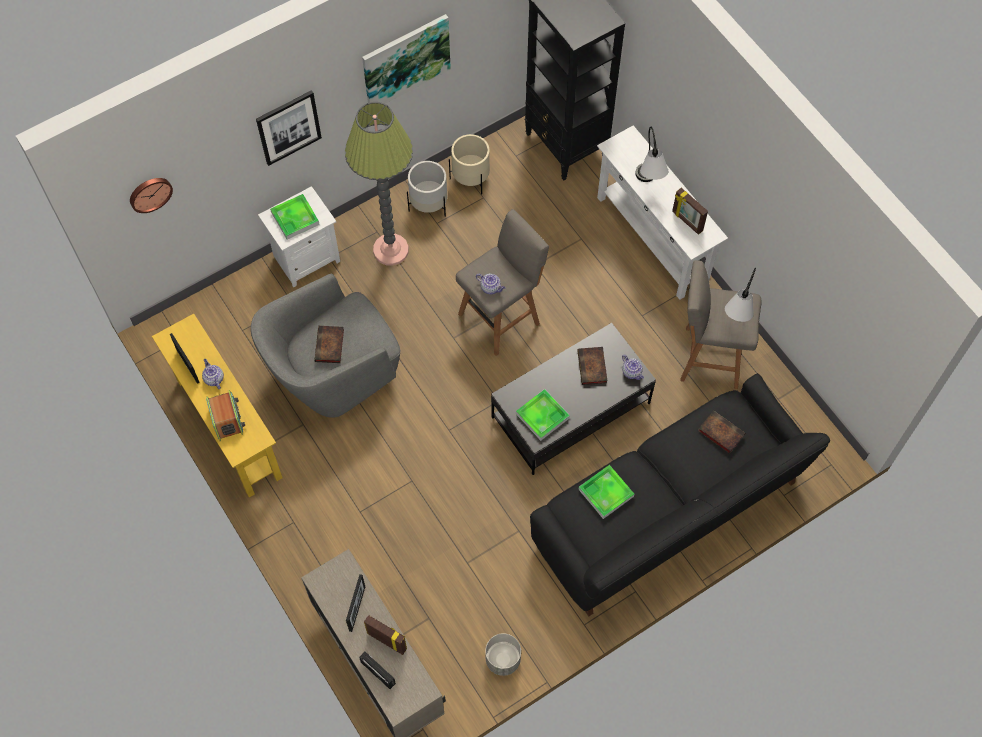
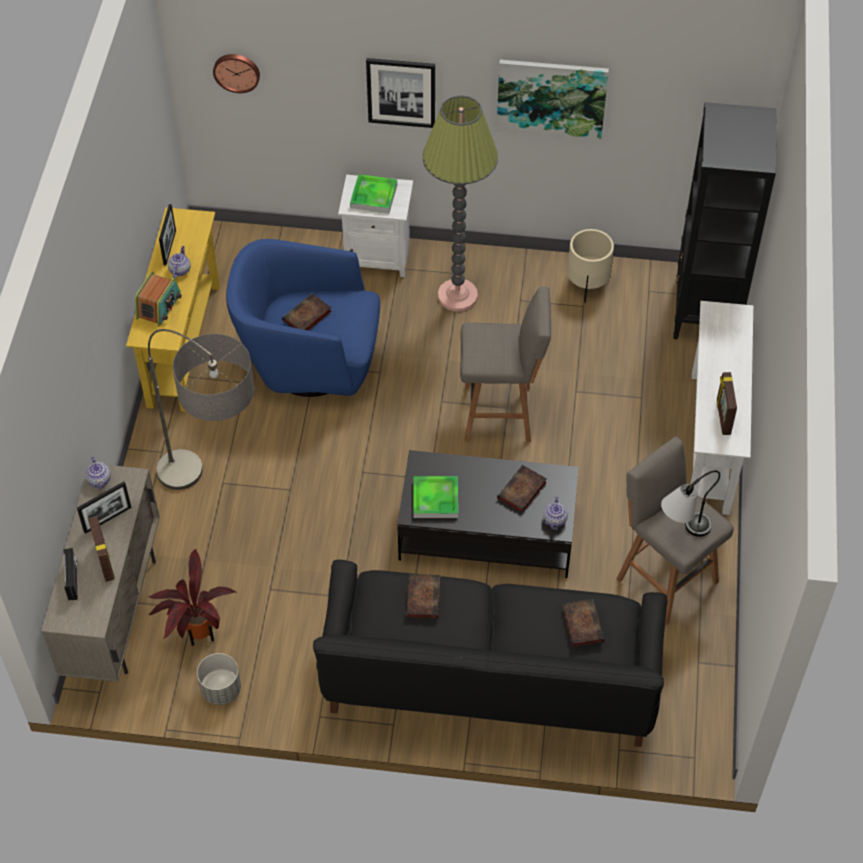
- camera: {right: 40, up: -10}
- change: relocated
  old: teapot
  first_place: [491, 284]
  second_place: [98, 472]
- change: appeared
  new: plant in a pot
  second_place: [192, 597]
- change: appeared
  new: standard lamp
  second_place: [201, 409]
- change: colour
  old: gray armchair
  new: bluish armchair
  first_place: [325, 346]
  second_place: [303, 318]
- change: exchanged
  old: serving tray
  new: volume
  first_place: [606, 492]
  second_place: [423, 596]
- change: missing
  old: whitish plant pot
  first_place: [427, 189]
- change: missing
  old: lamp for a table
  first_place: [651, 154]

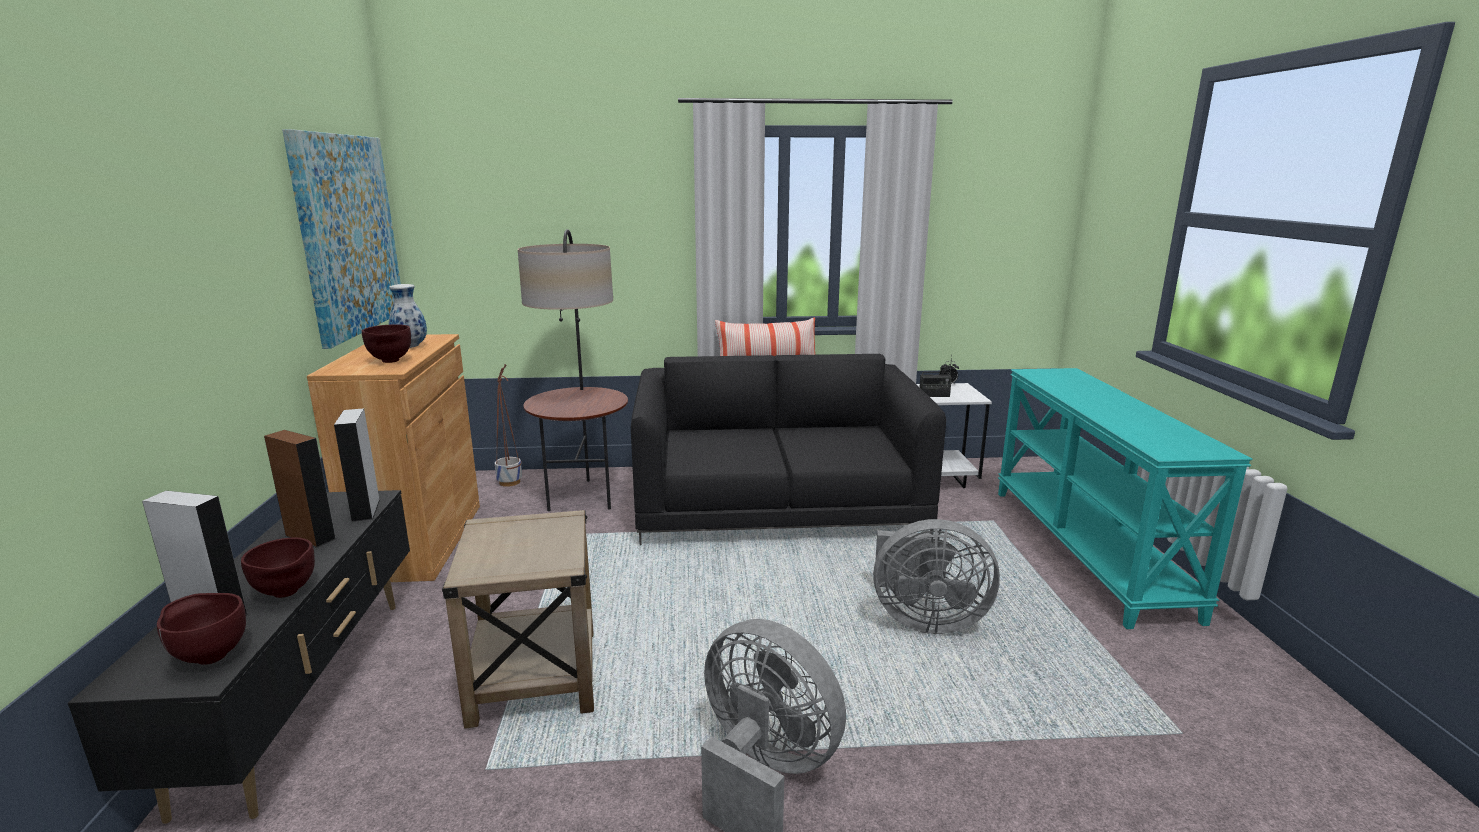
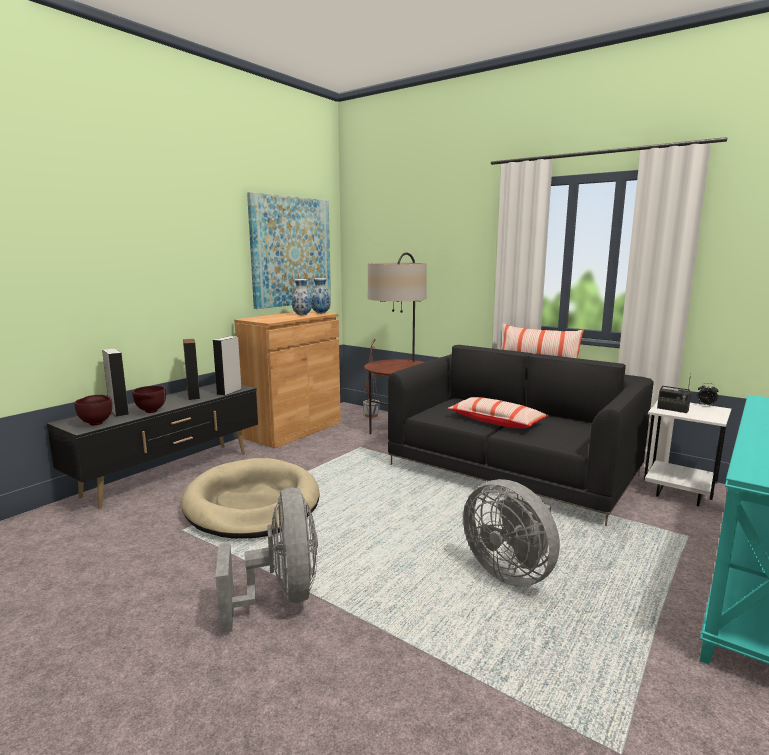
- camera: {right: 40, up: -5}
- change: exchanged
  old: sand-coloured end table
  new: sand-coloured pet bed
  first_place: [518, 619]
  second_place: [251, 498]
- change: appeared
  new: flower vase
  second_place: [321, 296]
- change: appeared
  new: cushion
  second_place: [498, 412]
- change: missing
  old: brown deep dish
  first_place: [386, 343]

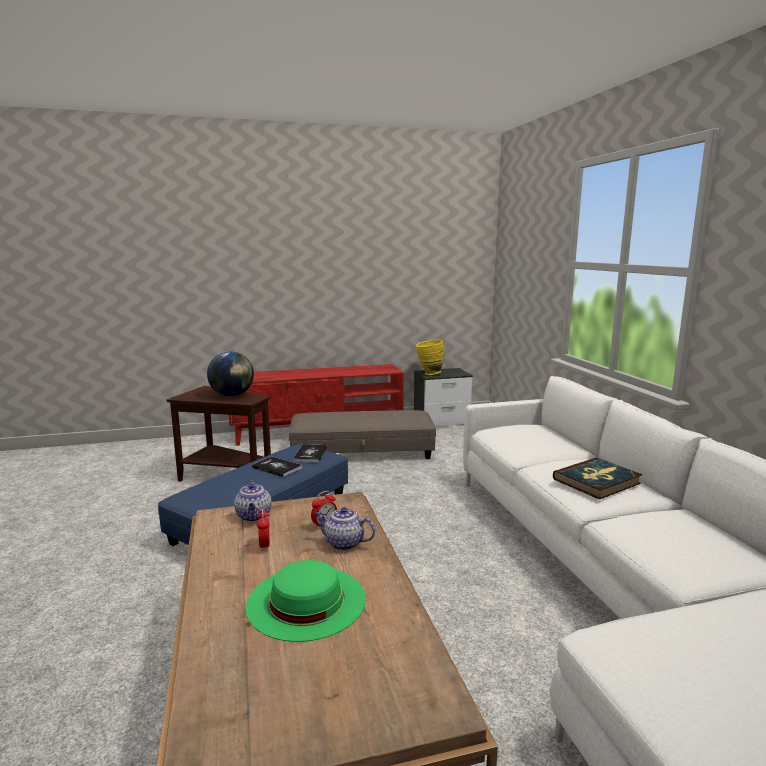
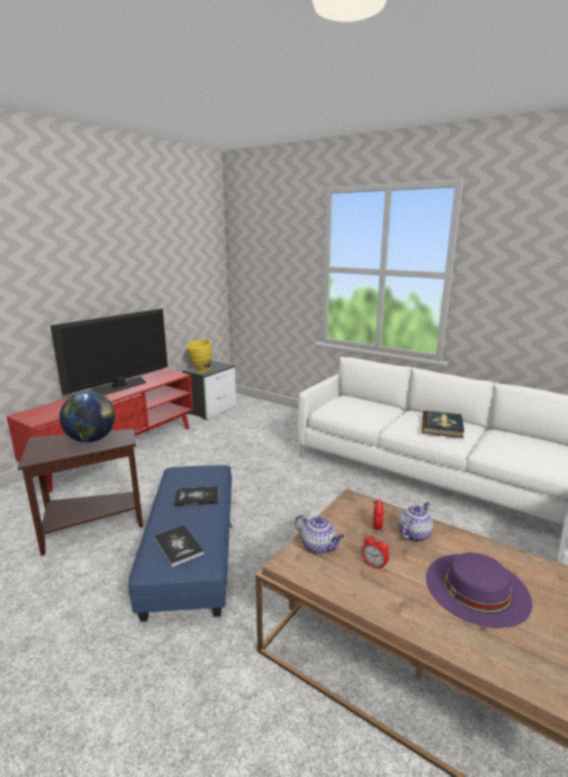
- camera: {right: -40, up: 5}
- change: appeared
  new: television
  second_place: [109, 352]
- change: relocated
  old: volume
  first_place: [310, 453]
  second_place: [179, 546]
- change: spun
  old: teapot
  first_place: [344, 529]
  second_place: [415, 522]
  degrees: 150
- change: colour
  old: green-coloured wearable hat
  new: purple wearable hat
  first_place: [306, 601]
  second_place: [479, 590]
- change: missing
  old: gray pouffe
  first_place: [362, 434]

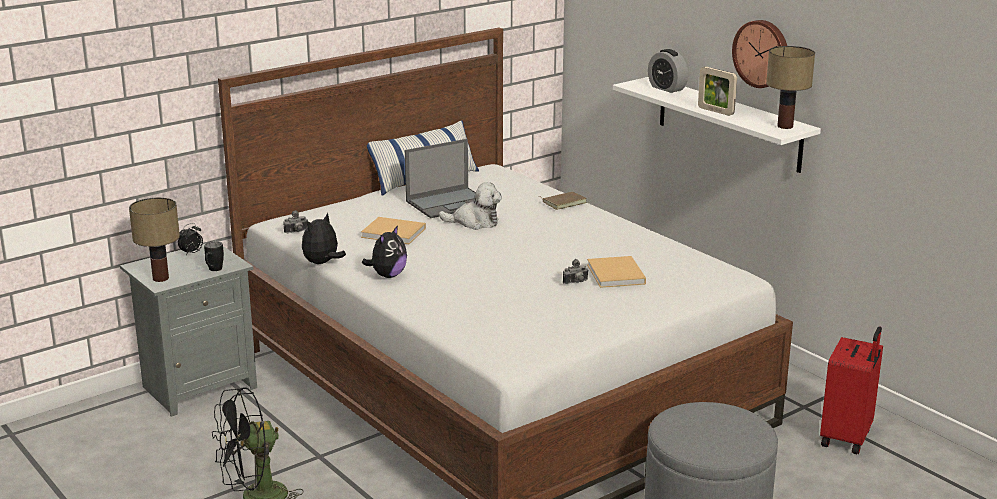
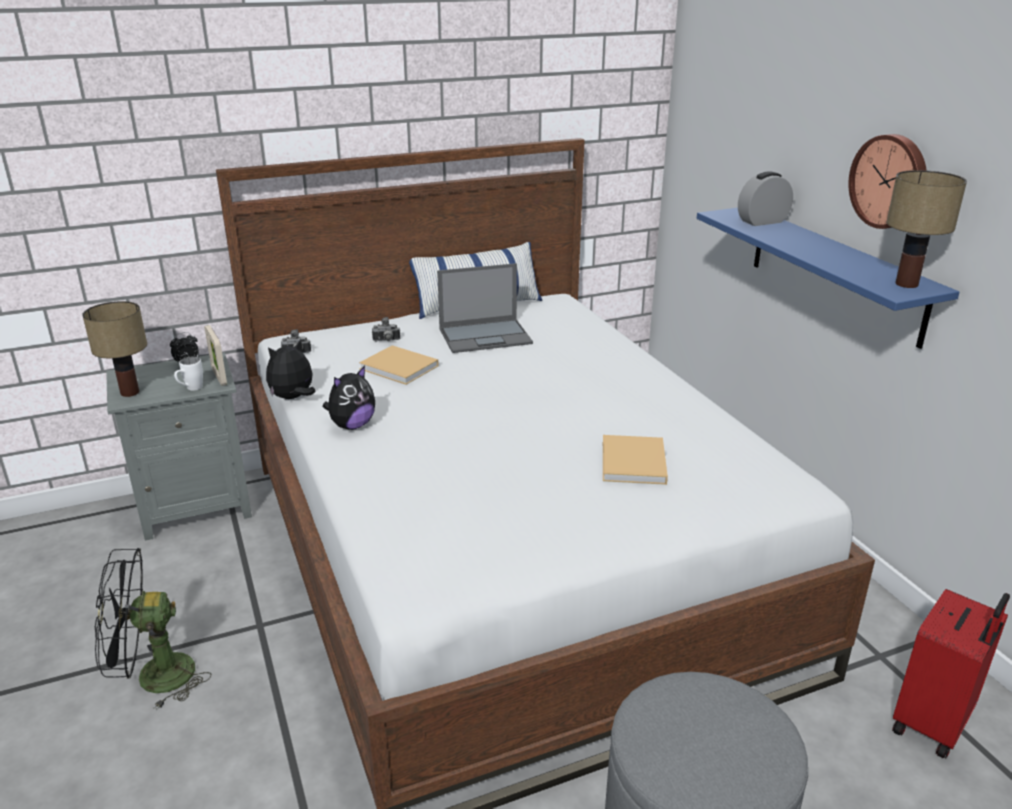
- camera: {right: 15, up: 5}
- change: colour
  old: black-coloured tea mug
  new: whitish tea mug
  first_place: [214, 256]
  second_place: [188, 373]
- change: relocated
  old: photo frame
  first_place: [717, 91]
  second_place: [215, 355]
- change: relocated
  old: still camera
  first_place: [576, 271]
  second_place: [386, 329]
- change: colour
  old: whitish wall shelf
  new: bluish wall shelf
  first_place: [717, 125]
  second_place: [828, 278]
- change: spun
  old: bedside clock
  first_place: [668, 71]
  second_place: [765, 198]
  degrees: 90
- change: missing
  old: plush toy
  first_place: [470, 206]
- change: missing
  old: brown volume
  first_place: [563, 201]

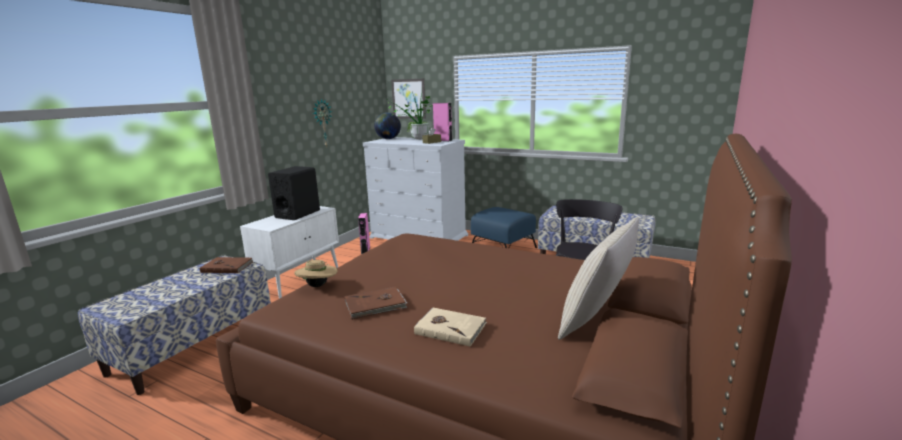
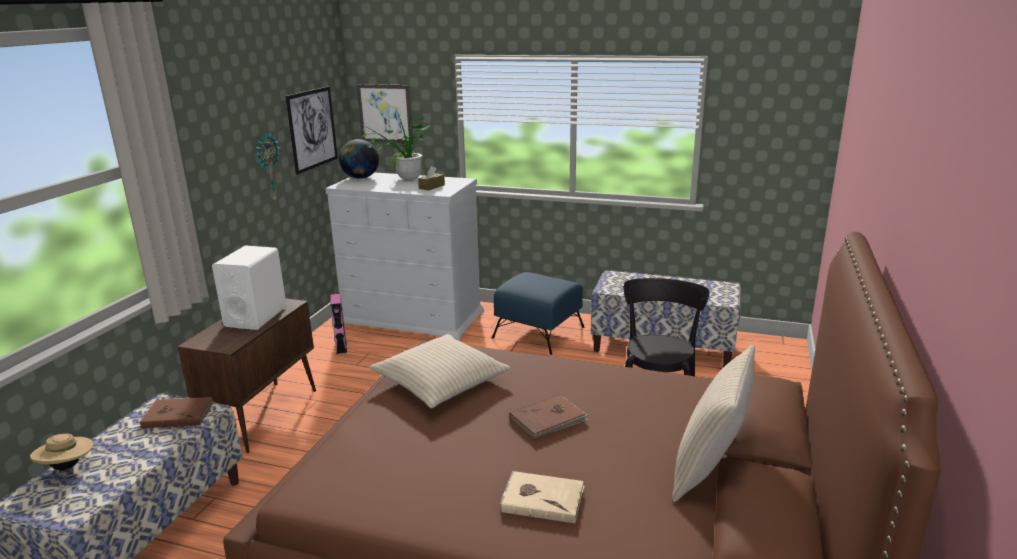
- camera: {right: -10, up: 5}
- change: relocated
  old: sand-coloured wearable hat
  first_place: [316, 273]
  second_place: [61, 451]
- change: colour
  old: whitish cabinet
  new: brown cabinet
  first_place: [289, 252]
  second_place: [246, 375]
- change: colour
  old: black-coloured loudspeaker
  new: whitish loudspeaker
  first_place: [294, 193]
  second_place: [249, 287]
- change: appeared
  new: wall art
  second_place: [311, 130]
- change: appeared
  new: sand-coloured cushion
  second_place: [440, 371]
- change: relocated
  old: brown volume
  first_place: [376, 303]
  second_place: [548, 417]
- change: missing
  old: pinkish loudspeaker
  first_place: [443, 122]

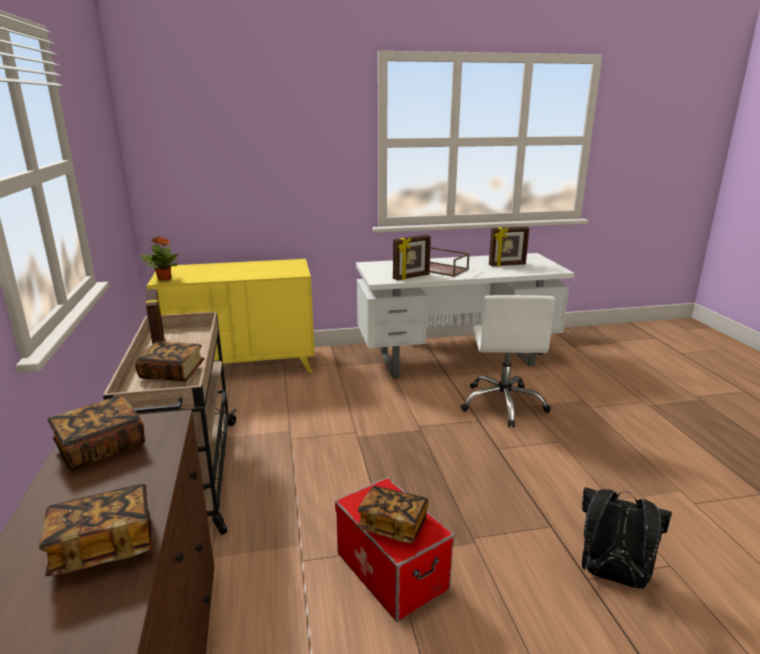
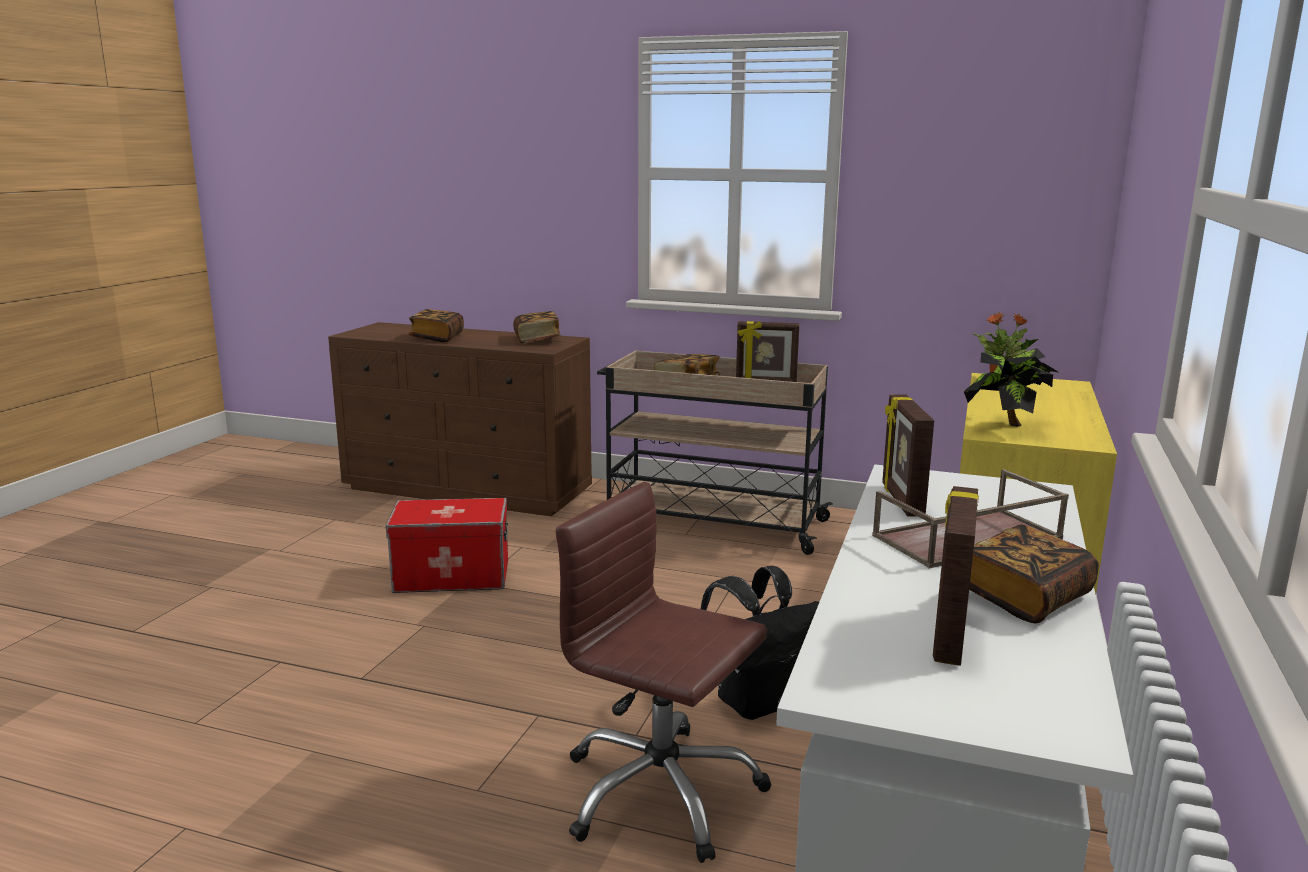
- camera: {right: 120, up: -5}
- change: colour
  old: whitish desk chair
  new: brown desk chair
  first_place: [508, 361]
  second_place: [663, 672]
- change: relocated
  old: black-coloured rucksack
  first_place: [627, 538]
  second_place: [760, 643]
- change: appeared
  new: plant in a pot
  second_place: [1012, 387]
- change: relocated
  old: volume
  first_place: [393, 514]
  second_place: [1034, 573]

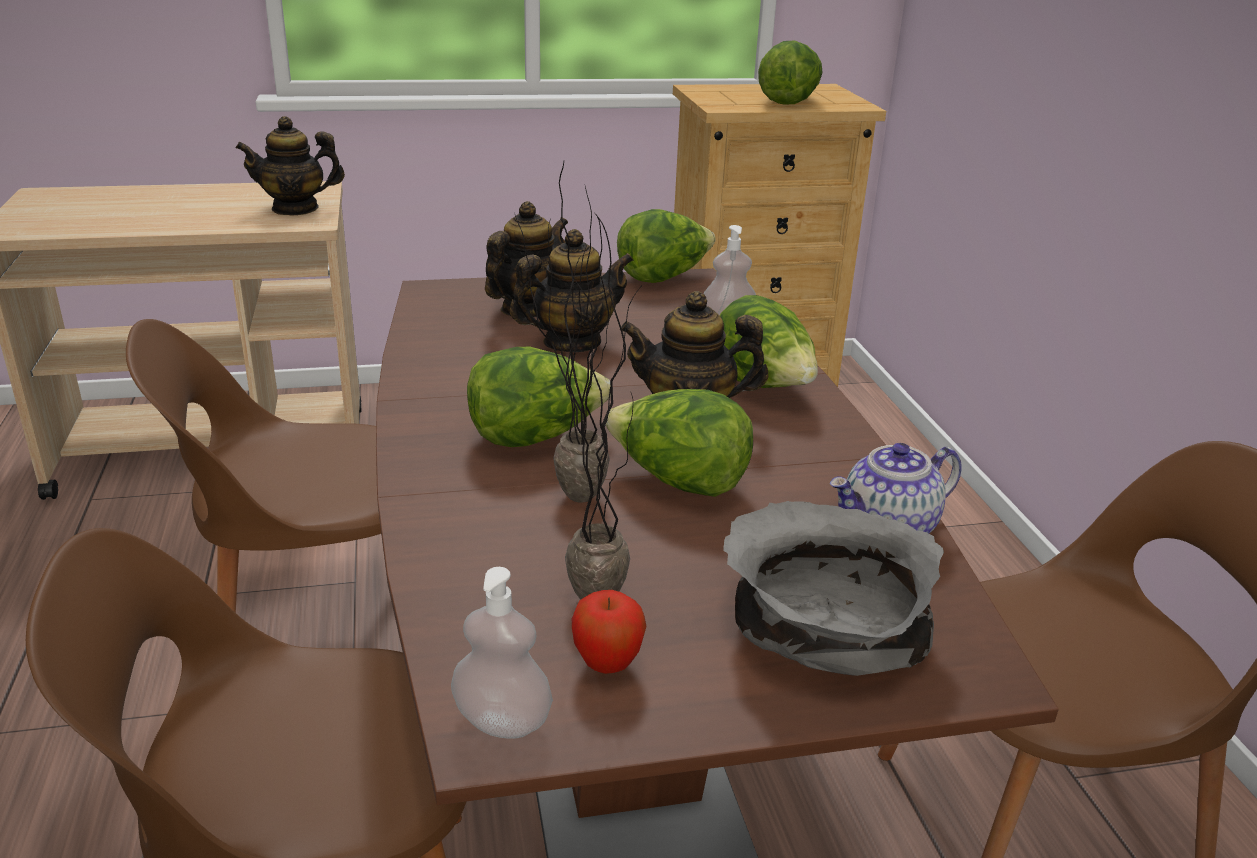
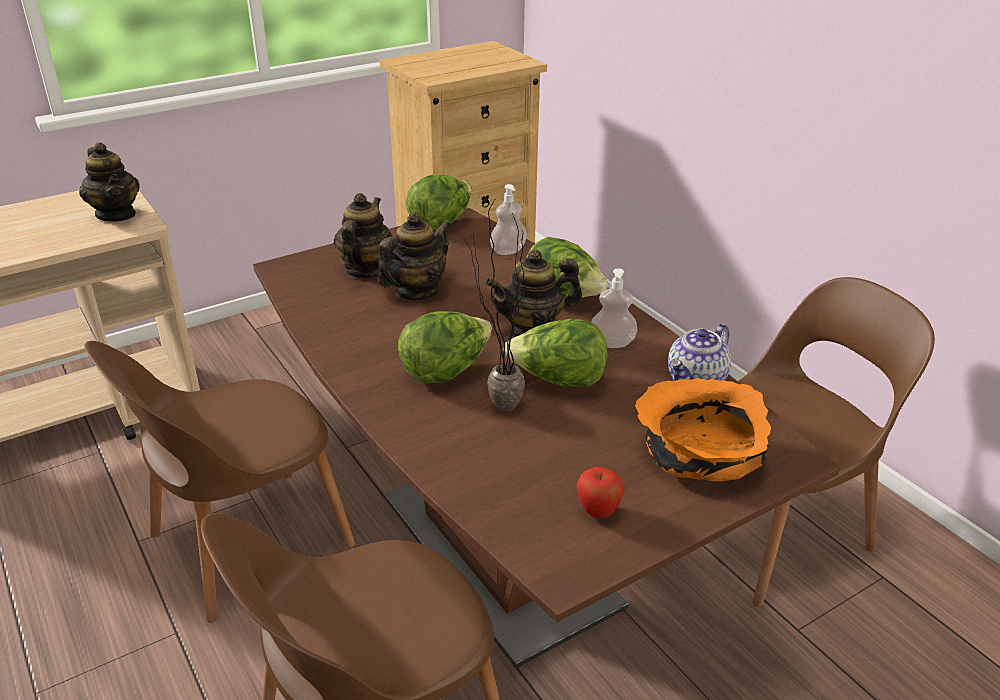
- camera: {right: -20, up: 5}
- change: spun
  old: teapot
  first_place: [290, 166]
  second_place: [109, 181]
  degrees: -90
- change: relocated
  old: liquid soap bottle
  first_place: [502, 653]
  second_place: [614, 308]
- change: colour
  old: gray deep dish
  new: orange-coloured deep dish
  first_place: [833, 588]
  second_place: [703, 430]
- change: missing
  old: plant in a pot
  first_place: [602, 407]
- change: missing
  old: head of lettuce
  first_place: [790, 72]

